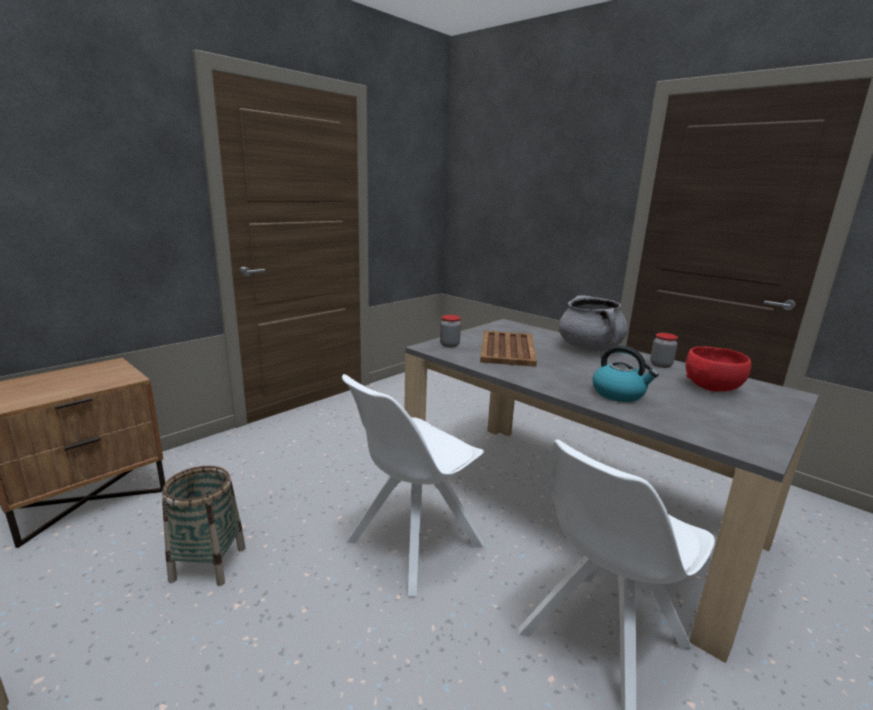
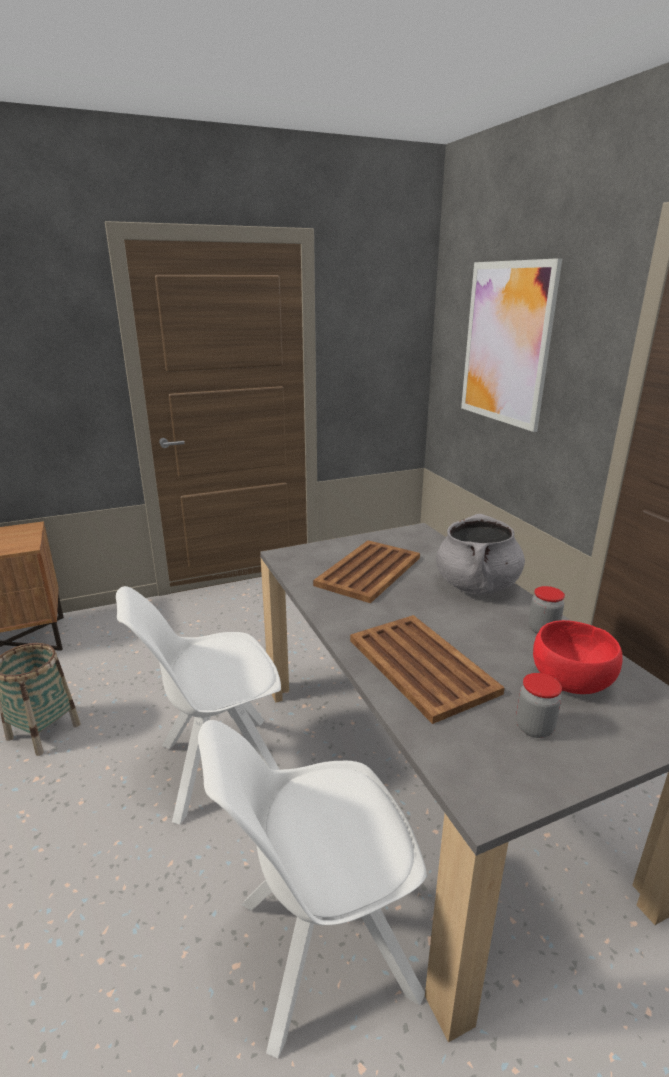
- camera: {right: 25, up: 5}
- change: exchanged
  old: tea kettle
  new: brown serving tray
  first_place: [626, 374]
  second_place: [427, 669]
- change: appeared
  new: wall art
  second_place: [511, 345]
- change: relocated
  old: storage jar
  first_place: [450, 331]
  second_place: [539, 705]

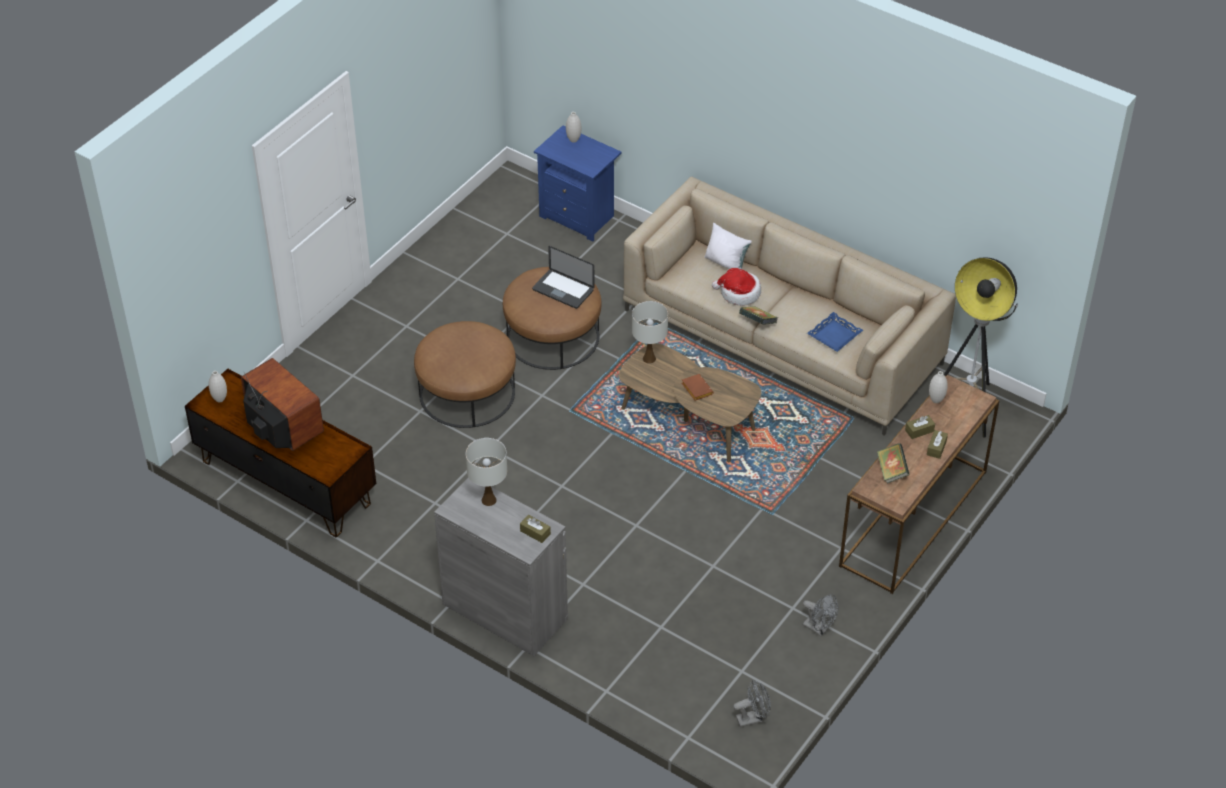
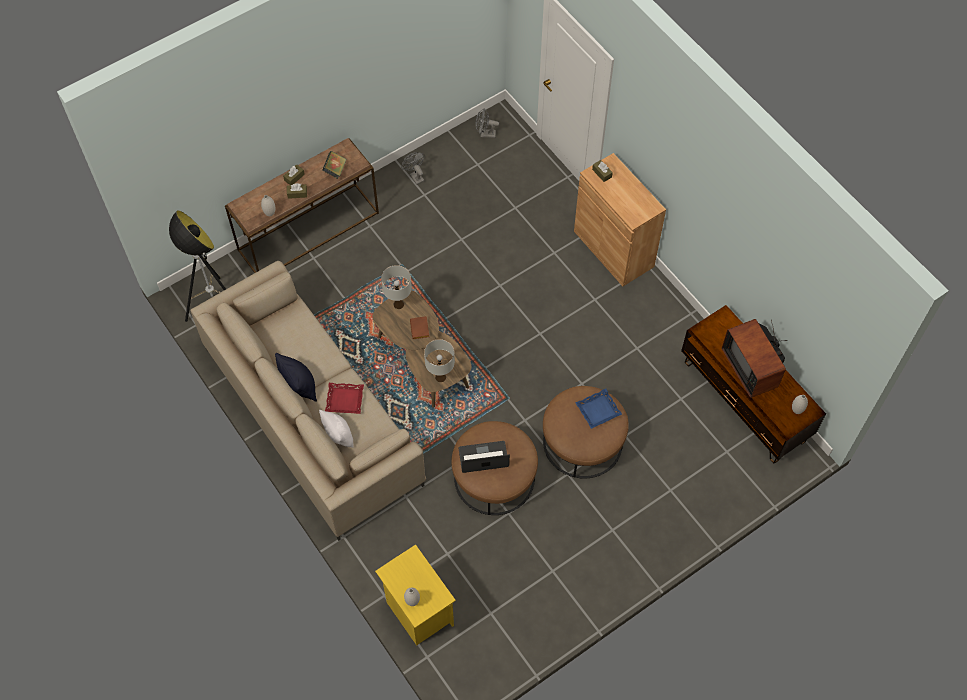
- camera: {right: -160, up: 15}
- change: appeared
  new: black-coloured cushion
  second_place: [296, 377]
- change: exchanged
  old: wearable hat
  new: red serving tray
  first_place: [736, 287]
  second_place: [344, 398]
- change: colour
  old: bluish nightstand
  new: yellowish nightstand
  first_place: [578, 183]
  second_place: [415, 595]
- change: relocated
  old: whitish lamp for a table
  first_place: [486, 472]
  second_place: [396, 287]
- change: spun
  old: notebook computer
  first_place: [563, 277]
  second_place: [484, 457]
  degrees: -60
- change: colour
  old: gray cabinet
  new: brown cabinet
  first_place: [501, 567]
  second_place: [620, 219]
- change: relocated
  old: bluish serving tray
  first_place: [835, 332]
  second_place: [599, 409]
- change: missing
  old: volume
  first_place: [758, 315]

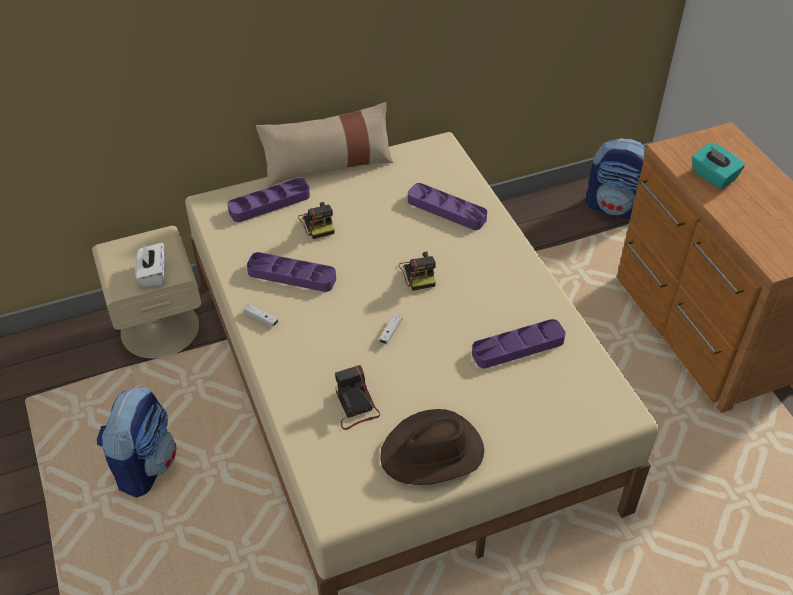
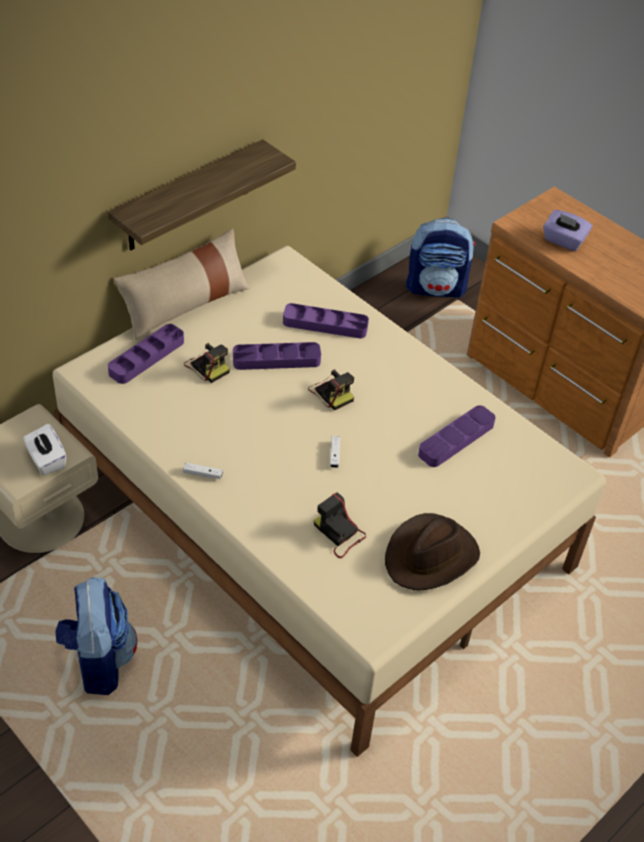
- camera: {right: -25, up: 0}
- change: appeared
  new: wall shelf
  second_place: [202, 195]
- change: relocated
  old: purple serving tray
  first_place: [291, 272]
  second_place: [277, 356]
- change: colour
  old: turquoise box of tissues
  new: purple box of tissues
  first_place: [718, 165]
  second_place: [567, 230]

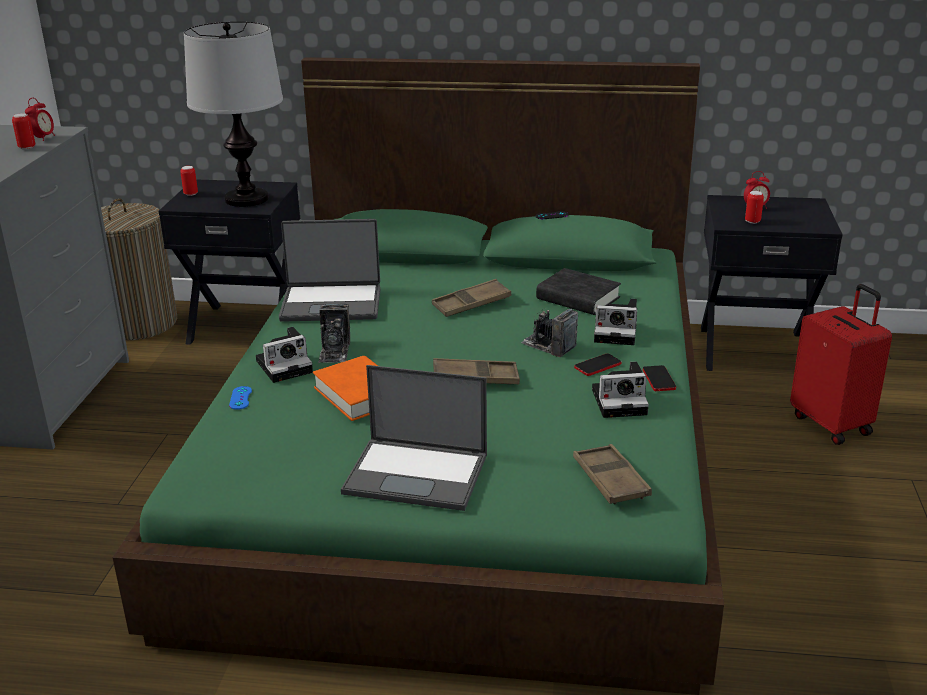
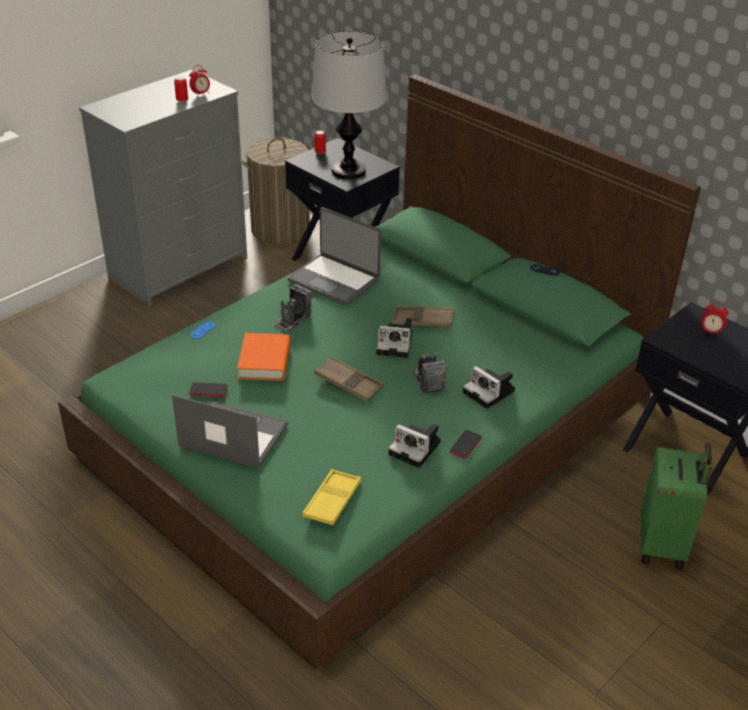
- camera: {right: 35, up: 10}
- change: spun
  old: notebook computer
  first_place: [414, 438]
  second_place: [230, 431]
  degrees: 150
- change: relocated
  old: phone
  first_place: [598, 364]
  second_place: [208, 389]
- change: colour
  old: brown serving tray
  new: yellowish serving tray
  first_place: [612, 474]
  second_place: [331, 497]
- change: relocated
  old: still camera
  first_place: [284, 355]
  second_place: [394, 338]
- change: colour
  old: red travel case
  new: green-coloured travel case
  first_place: [841, 364]
  second_place: [676, 506]
- change: missing
  old: black-coloured volume
  first_place: [578, 291]
- change: missing
  old: metal can
  first_place: [754, 207]

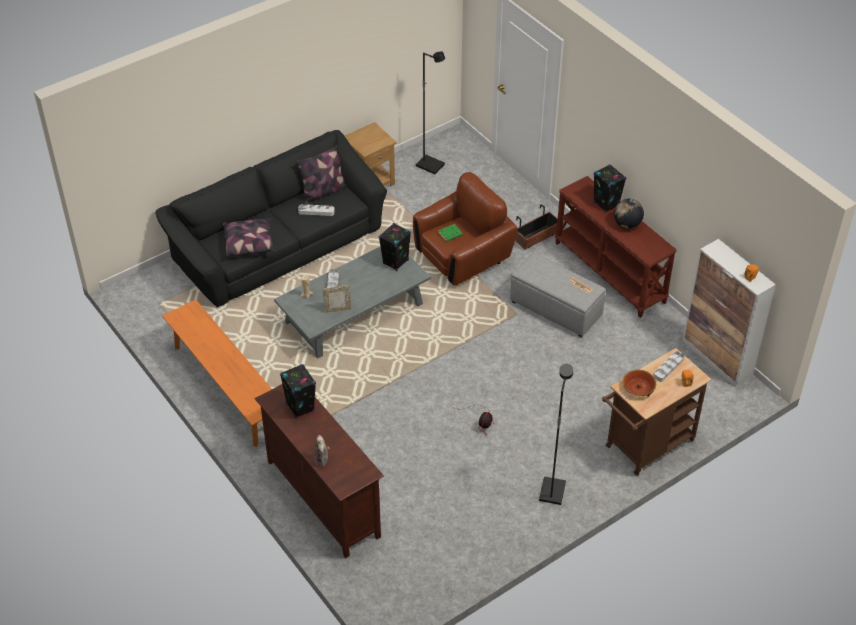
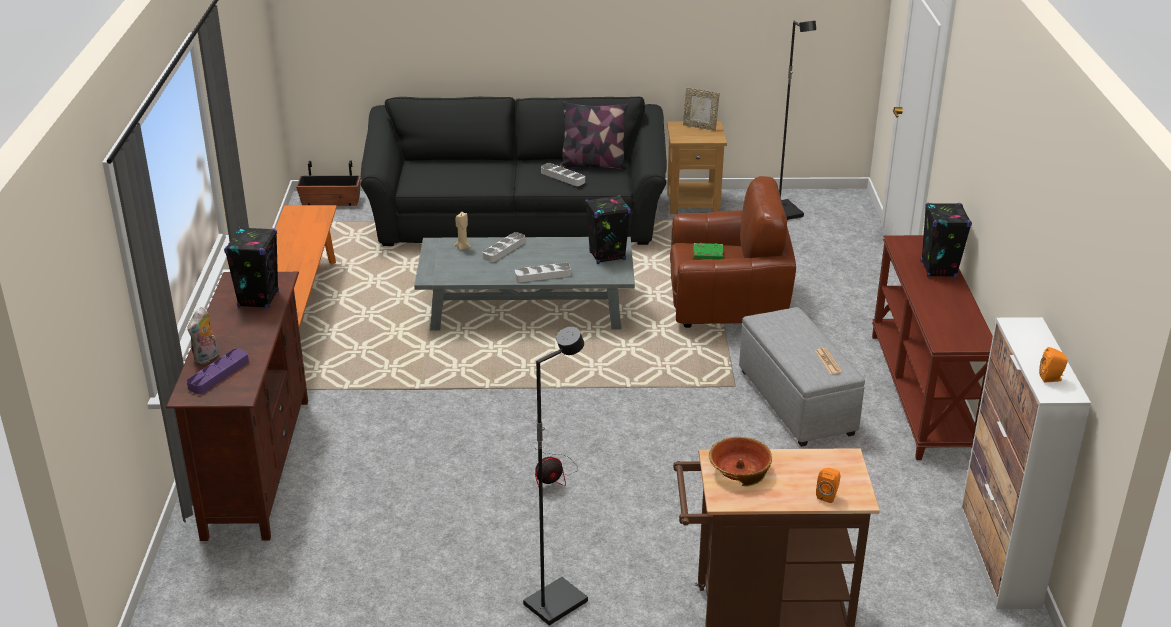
- camera: {right: 35, up: -15}
- change: appeared
  new: purple serving tray
  second_place: [218, 371]
- change: relocated
  old: plant pot
  first_place: [536, 227]
  second_place: [328, 183]
- change: relocated
  old: gray serving tray
  first_place: [668, 366]
  second_place: [543, 272]
- change: relocated
  old: photo frame
  first_place: [337, 299]
  second_place: [701, 109]
- change: missing
  old: cushion
  first_place: [249, 237]
- change: missing
  old: desk globe
  first_place: [629, 213]

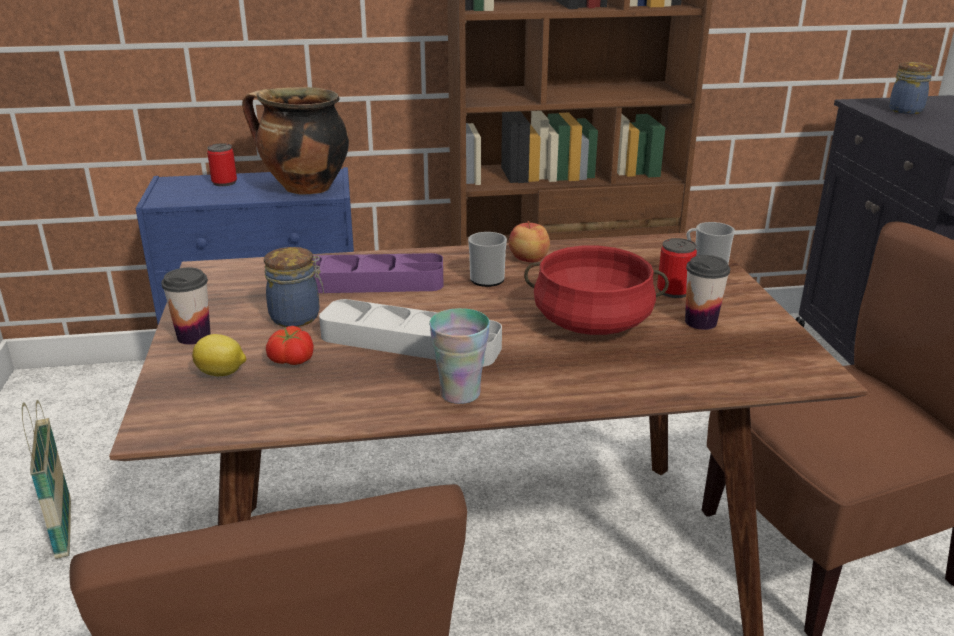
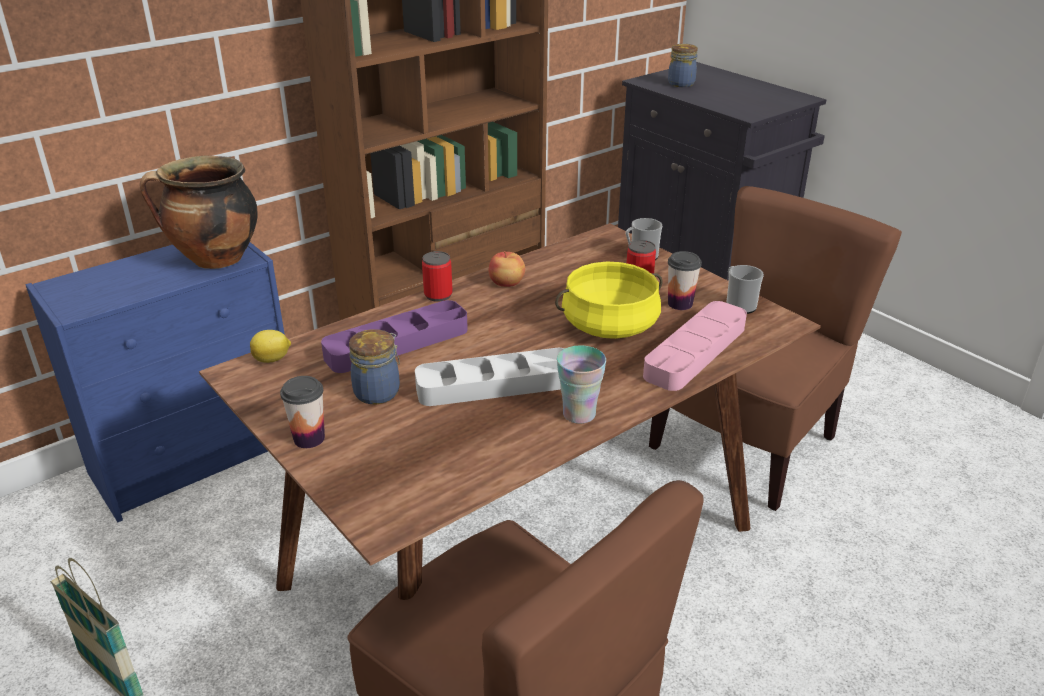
- camera: {right: -30, up: 5}
- change: relocated
  old: citrus fruit
  first_place: [219, 355]
  second_place: [270, 346]
- change: relocated
  old: metal can
  first_place: [222, 164]
  second_place: [437, 276]
- change: colour
  old: red stockpot
  new: yellowish stockpot
  first_place: [596, 290]
  second_place: [608, 300]
- change: appeared
  new: pinkish serving tray
  second_place: [695, 346]
- change: relocated
  old: tea mug
  first_place: [487, 259]
  second_place: [745, 289]
- change: missing
  old: fresh tomato
  first_place: [290, 345]

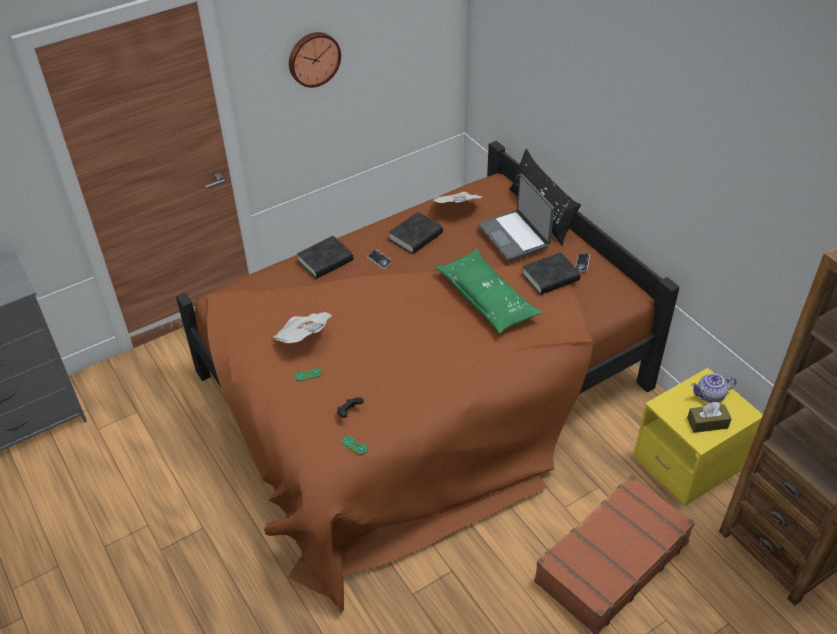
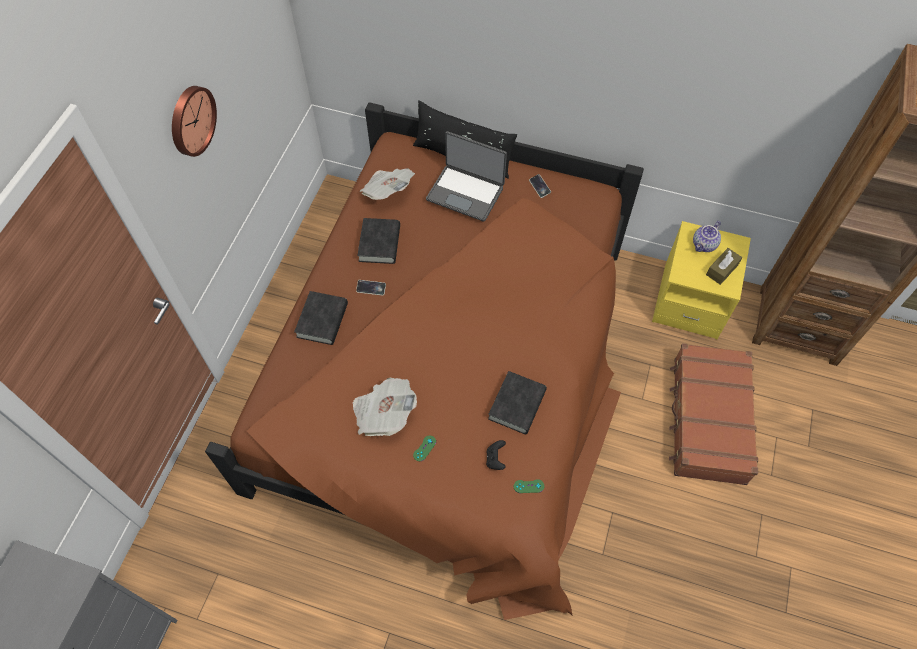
- camera: {right: -40, up: 15}
- change: relocated
  old: black-coloured volume
  first_place: [551, 273]
  second_place: [517, 402]
- change: missing
  old: green-coloured cushion
  first_place: [488, 291]

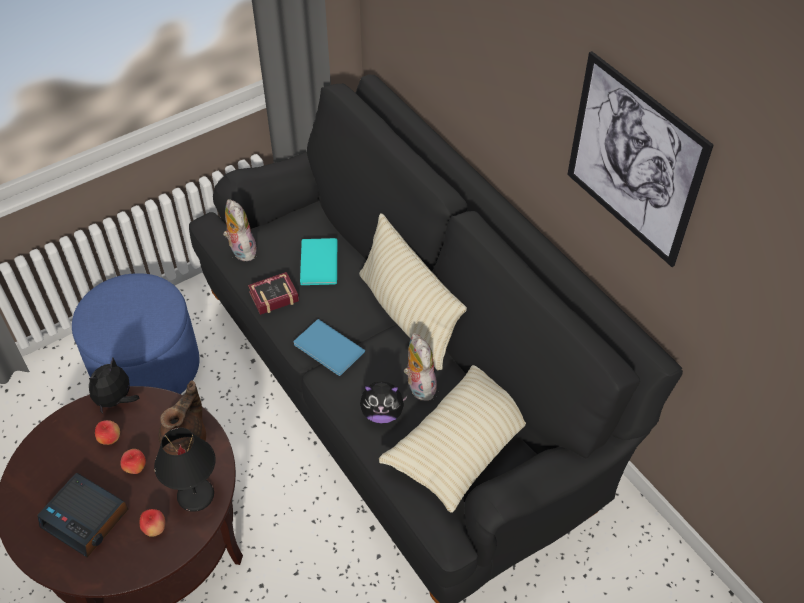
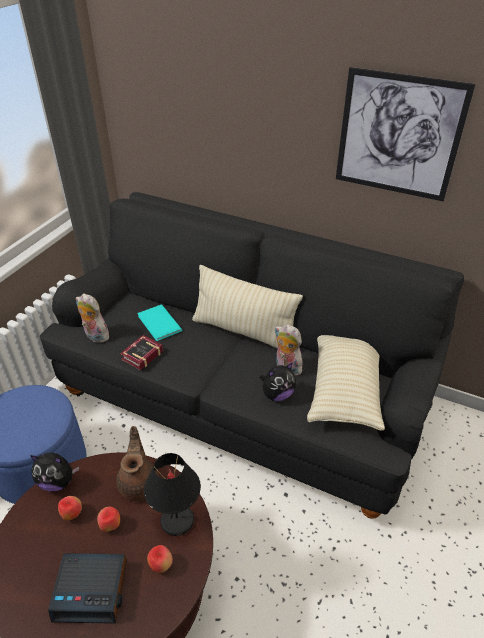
- camera: {right: -30, up: -10}
- change: spun
  old: plush toy
  first_place: [114, 386]
  second_place: [54, 472]
  degrees: -90
- change: missing
  old: bluish volume
  first_place: [329, 347]

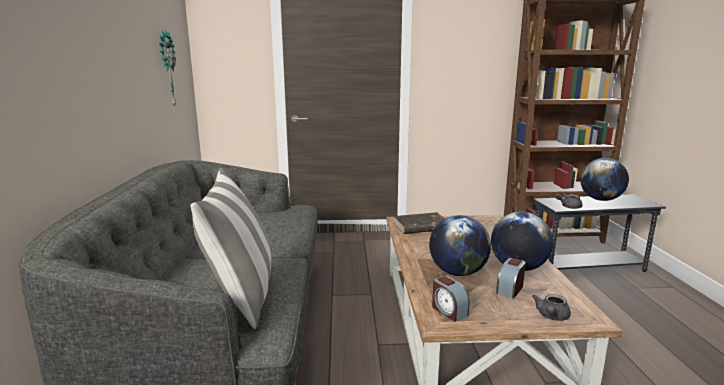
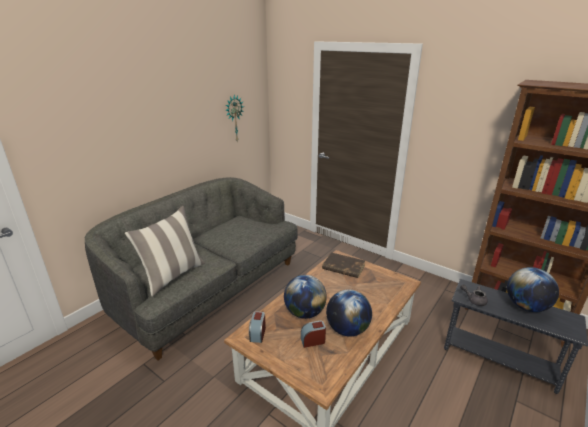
- camera: {right: 40, up: 10}
- change: missing
  old: gray teapot
  first_place: [551, 307]

